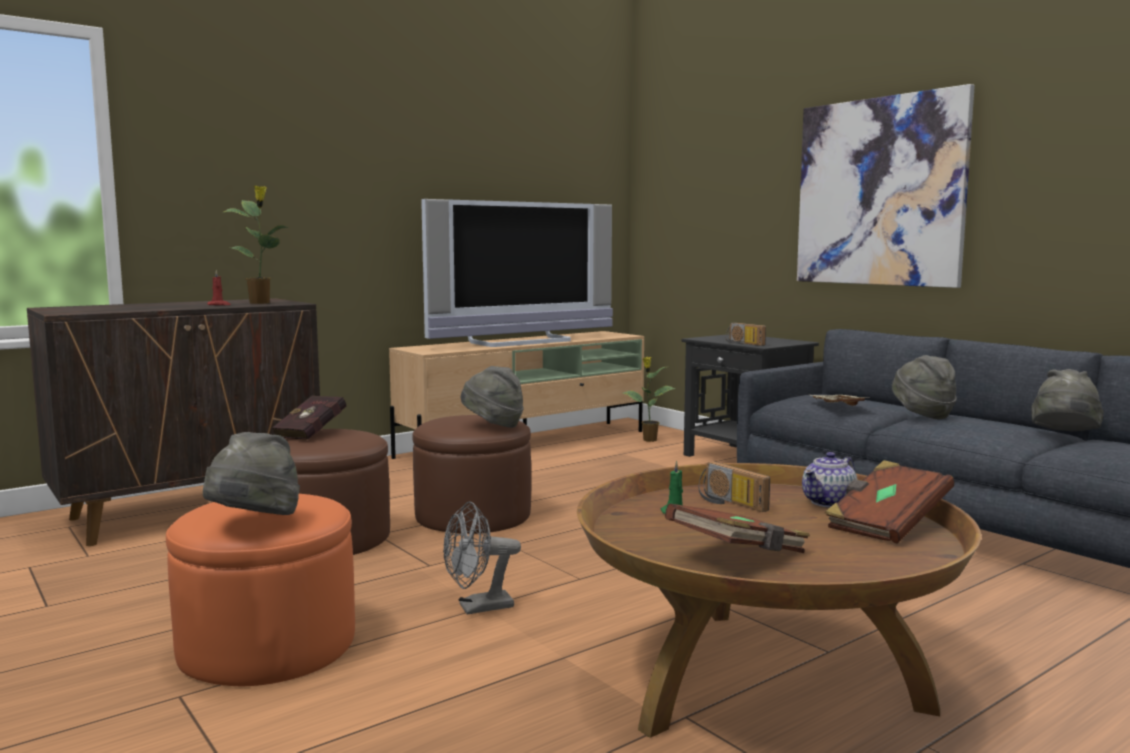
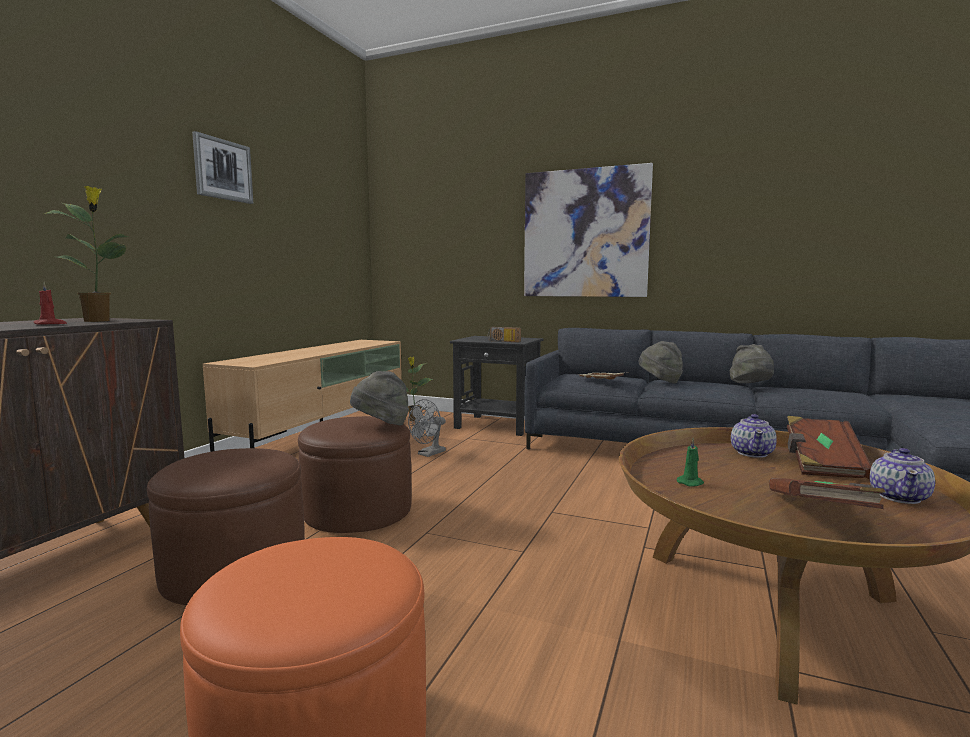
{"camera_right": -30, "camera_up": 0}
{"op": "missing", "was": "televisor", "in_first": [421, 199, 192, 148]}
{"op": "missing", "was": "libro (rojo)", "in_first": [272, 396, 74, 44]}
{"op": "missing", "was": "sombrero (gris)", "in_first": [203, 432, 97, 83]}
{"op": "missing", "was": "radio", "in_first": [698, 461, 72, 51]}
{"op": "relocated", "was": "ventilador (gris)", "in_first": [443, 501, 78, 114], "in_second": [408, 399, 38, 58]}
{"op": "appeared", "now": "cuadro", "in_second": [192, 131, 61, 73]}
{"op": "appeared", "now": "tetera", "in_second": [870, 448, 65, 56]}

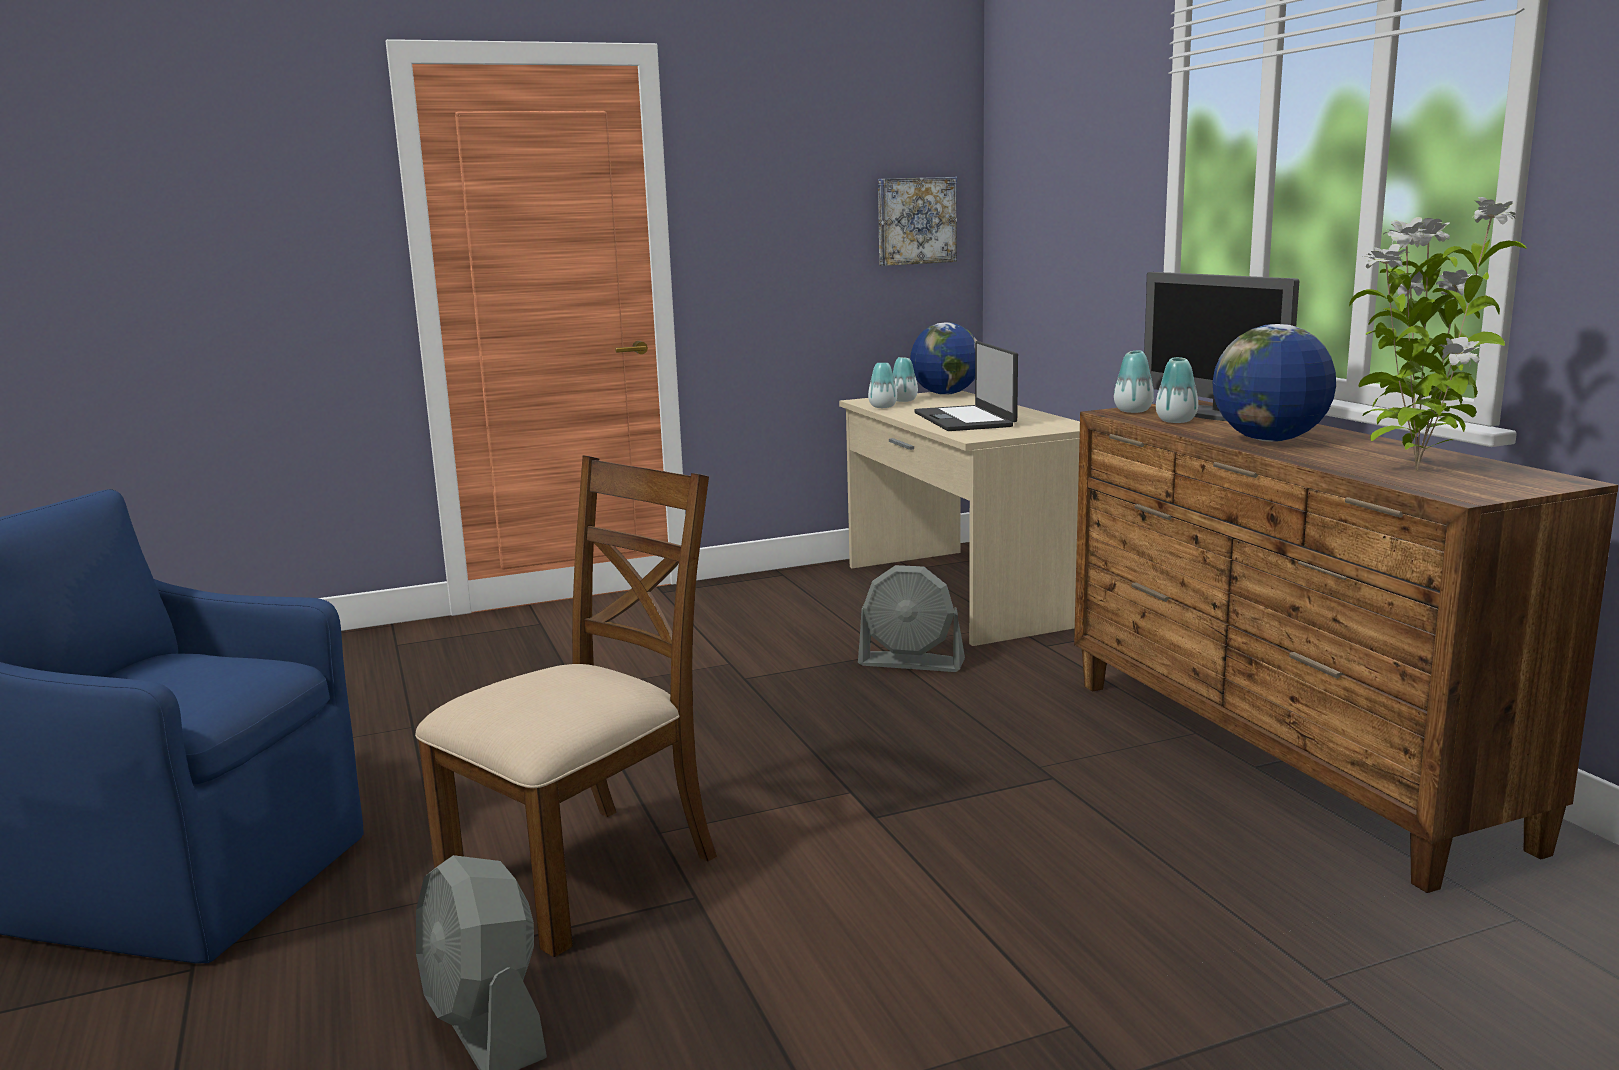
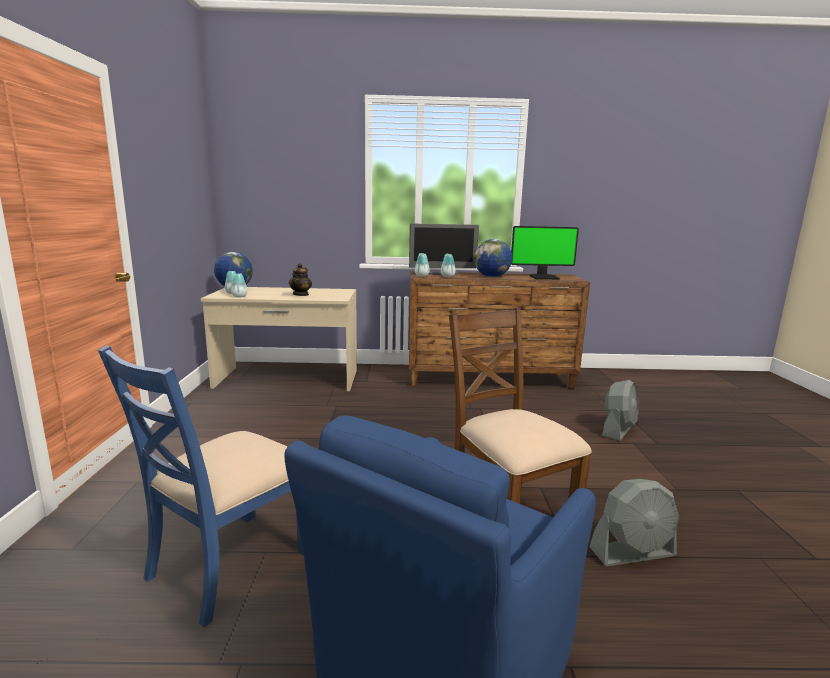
{"camera_right": -70, "camera_up": 0}
{"op": "missing", "was": "cuadro", "in_first": [878, 177, 79, 89]}
{"op": "exchanged", "was": "planta en maceta", "now": "monitor", "in_first": [1349, 197, 178, 273], "in_second": [511, 226, 68, 54]}
{"op": "exchanged", "was": "portátil", "now": "tetera", "in_first": [914, 341, 104, 90], "in_second": [289, 263, 23, 33]}
{"op": "relocated", "was": "ventilador (gris)", "in_first": [858, 565, 107, 107], "in_second": [602, 380, 37, 61]}
{"op": "appeared", "now": "silla (azul)", "in_second": [98, 345, 206, 282]}

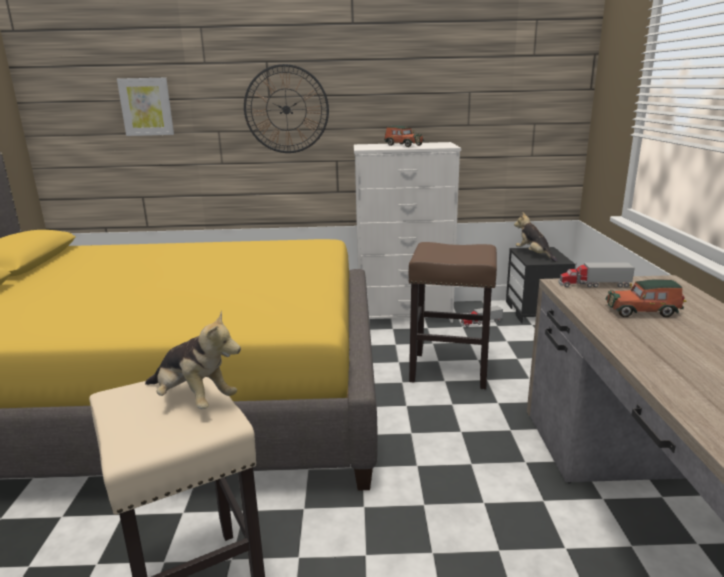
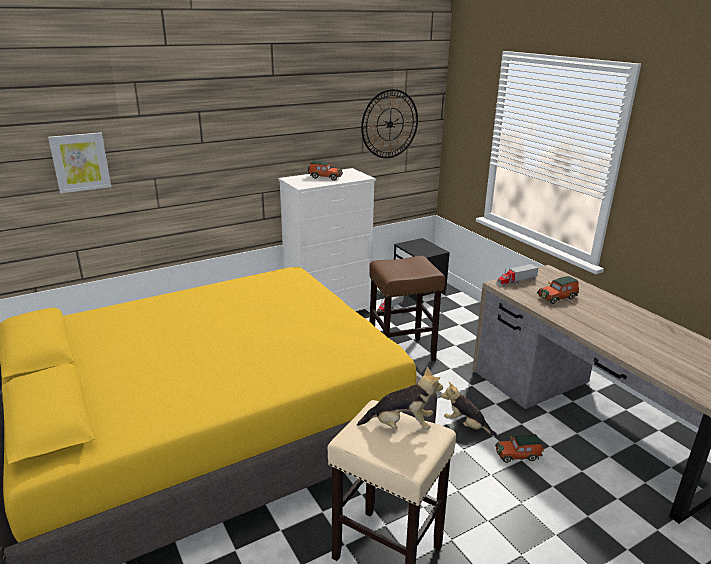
{"camera_right": -30, "camera_up": 5}
{"op": "relocated", "was": "reloj de pared", "in_first": [244, 64, 85, 89], "in_second": [361, 89, 57, 69]}
{"op": "relocated", "was": "peluche", "in_first": [514, 212, 44, 50], "in_second": [441, 382, 56, 54]}
{"op": "appeared", "now": "coche de juguete", "in_second": [495, 434, 49, 29]}

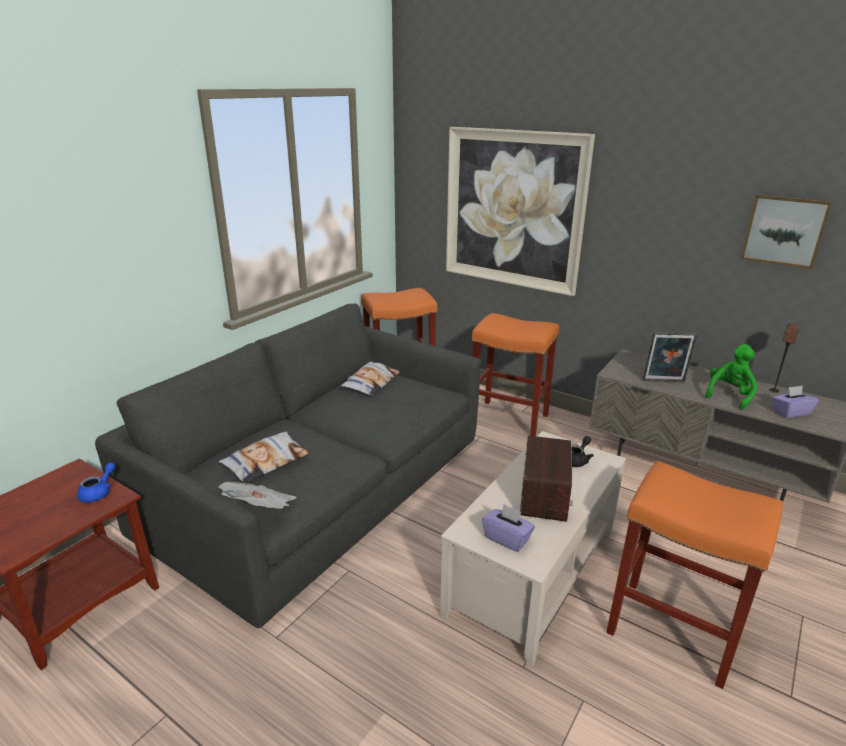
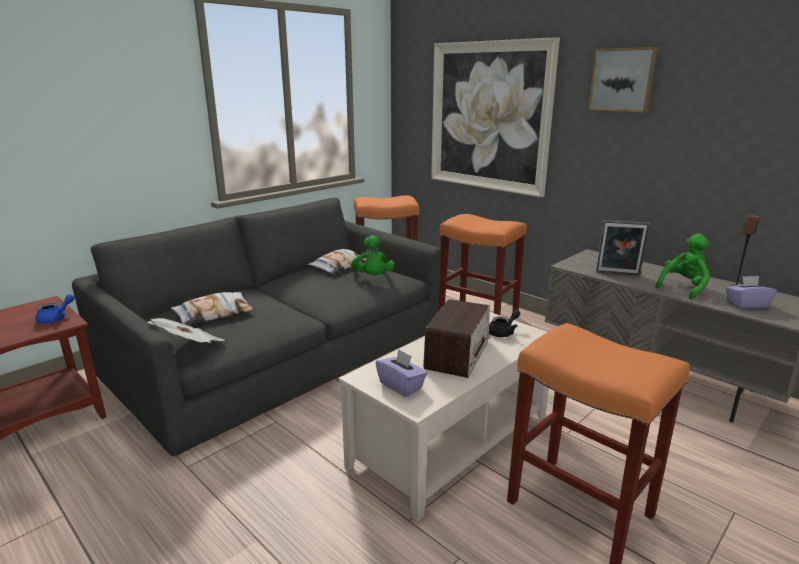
{"camera_right": 10, "camera_up": -5}
{"op": "relocated", "was": "cuadro", "in_first": [741, 194, 91, 75], "in_second": [588, 47, 70, 65]}
{"op": "appeared", "now": "peluche (verde)", "in_second": [351, 235, 44, 40]}

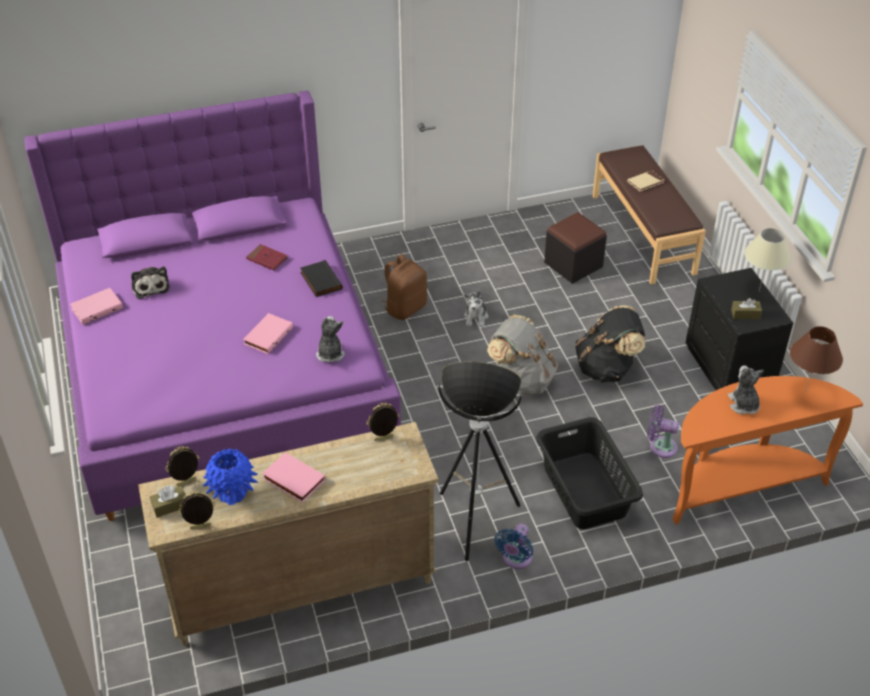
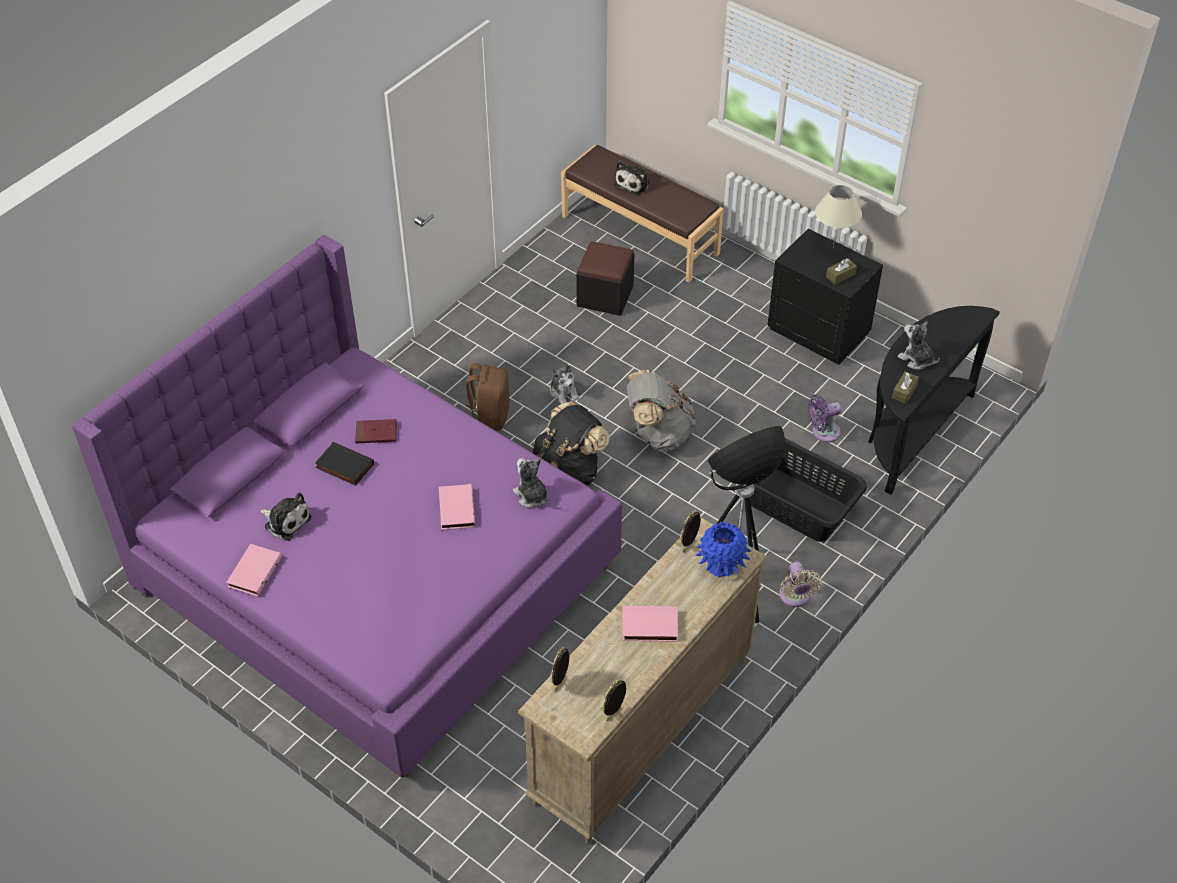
{"camera_right": -35, "camera_up": 5}
{"op": "exchanged", "was": "libro (beis)", "now": "peluche", "in_first": [627, 170, 37, 21], "in_second": [614, 161, 36, 34]}
{"op": "relocated", "was": "libro (negro)", "in_first": [300, 260, 43, 37], "in_second": [315, 442, 59, 44]}
{"op": "relocated", "was": "mochila (negro)", "in_first": [575, 305, 70, 78], "in_second": [533, 401, 77, 85]}
{"op": "missing", "was": "lámpara de mesa (marrón)", "in_first": [790, 326, 53, 67]}
{"op": "colour", "was": "mesa consola (naranja)", "now": "mesa consola (negro)", "in_first": [672, 376, 191, 148], "in_second": [868, 306, 132, 189]}
{"op": "relocated", "was": "florero (azul)", "in_first": [203, 448, 55, 57], "in_second": [694, 522, 57, 55]}
{"op": "relocated", "was": "caja de pañuelos (marrón)", "in_first": [150, 486, 36, 32], "in_second": [892, 372, 27, 32]}
{"op": "colour", "was": "ventilador (azul)", "now": "ventilador (beis)", "in_first": [494, 523, 39, 46], "in_second": [779, 562, 43, 45]}

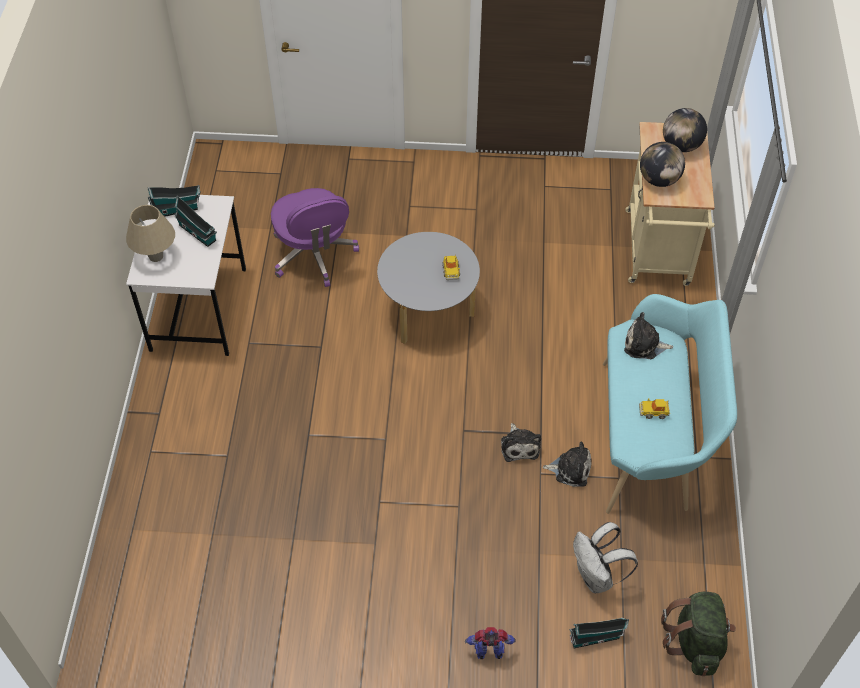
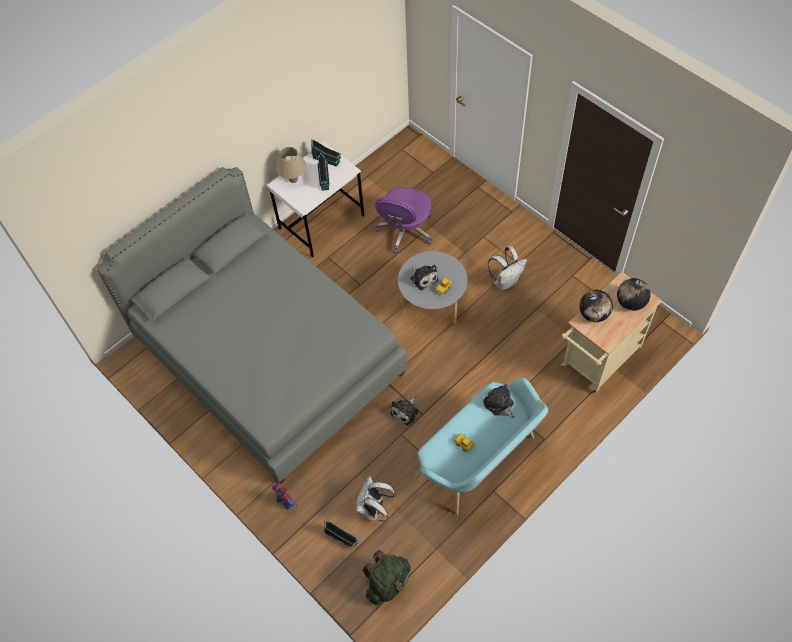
{"camera_right": 45, "camera_up": 5}
{"op": "relocated", "was": "peluche", "in_first": [543, 442, 49, 45], "in_second": [410, 265, 28, 25]}
{"op": "appeared", "now": "cama (gris)", "in_second": [96, 167, 311, 316]}
{"op": "appeared", "now": "mochila (blanco)", "in_second": [488, 246, 39, 44]}

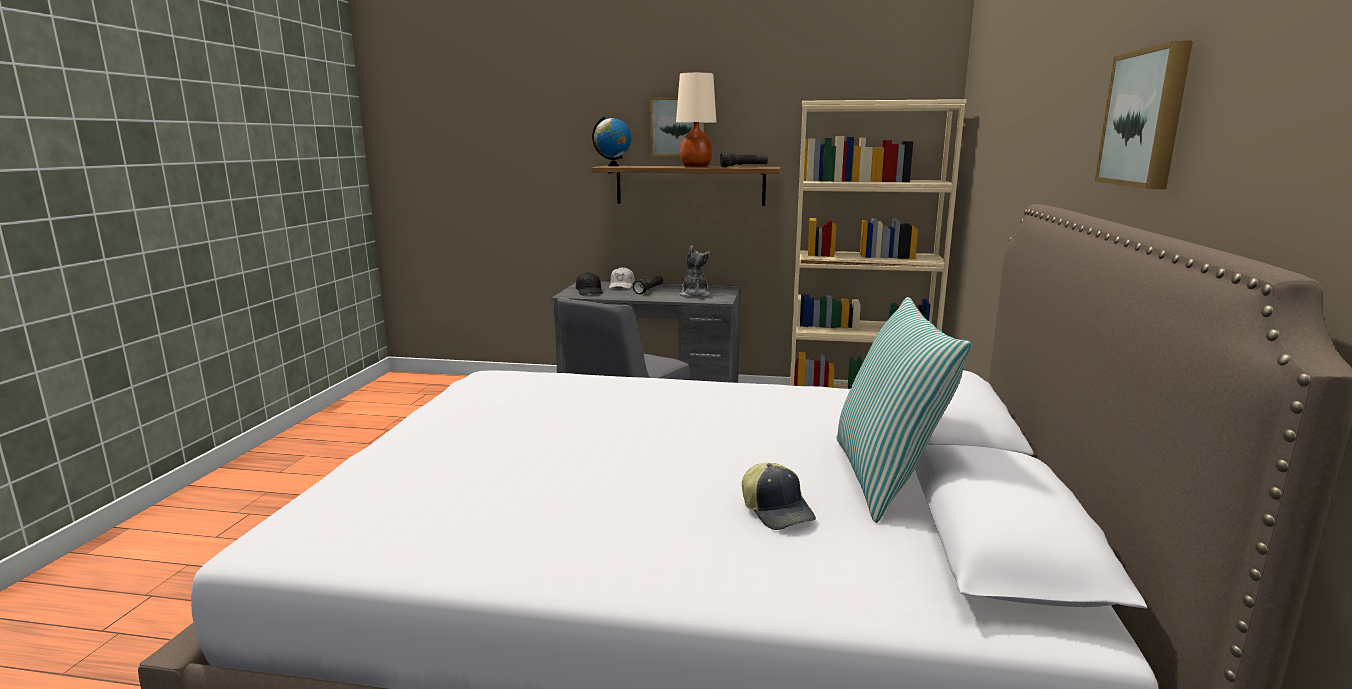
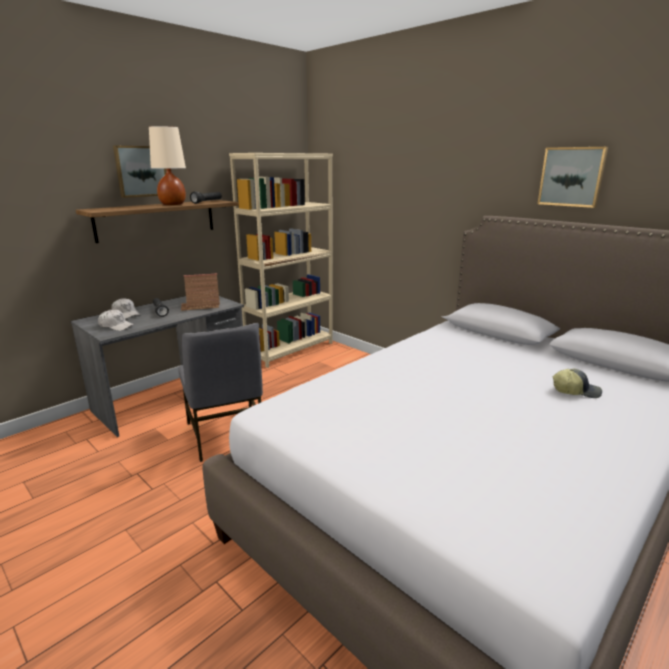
{"camera_right": -55, "camera_up": 5}
{"op": "missing", "was": "globo terráqueo", "in_first": [592, 117, 39, 49]}
{"op": "exchanged", "was": "peluche", "now": "casita", "in_first": [680, 245, 30, 52], "in_second": [181, 273, 39, 38]}
{"op": "colour", "was": "gorra (negro)", "now": "gorra (blanco)", "in_first": [576, 272, 27, 23], "in_second": [98, 310, 36, 21]}
{"op": "missing", "was": "cojín", "in_first": [836, 297, 135, 226]}

